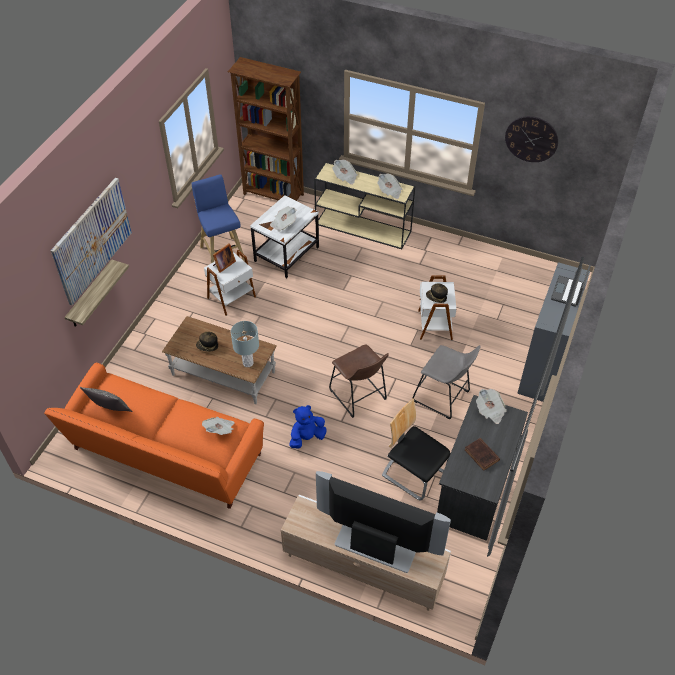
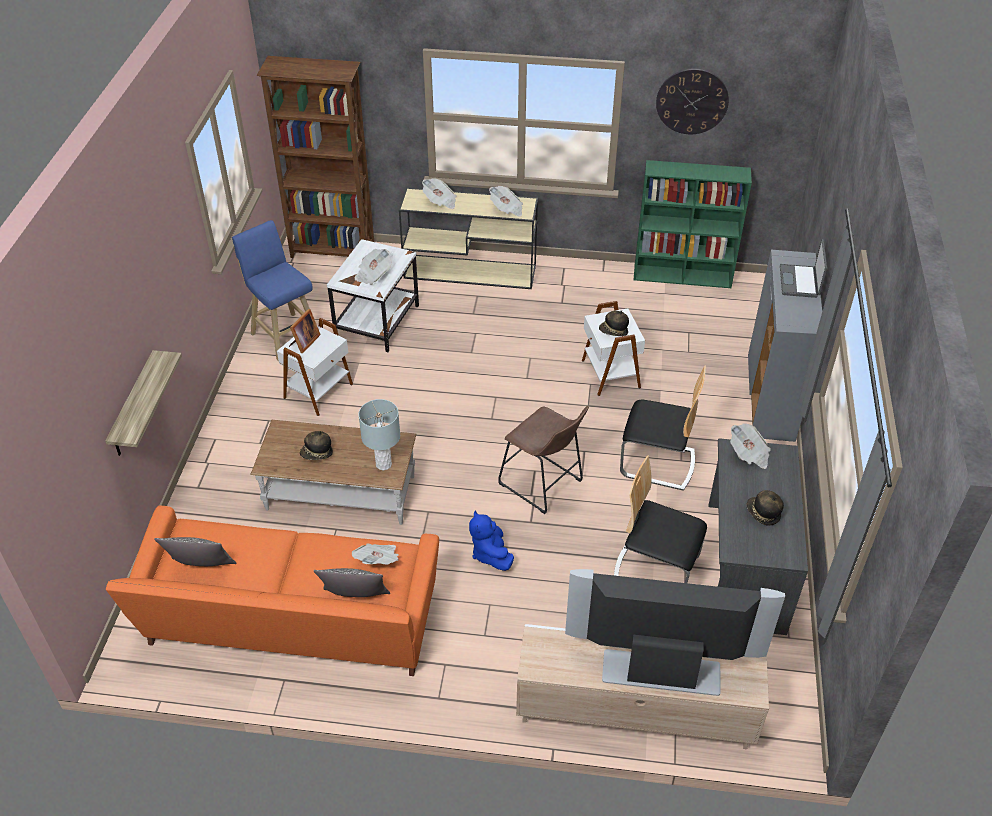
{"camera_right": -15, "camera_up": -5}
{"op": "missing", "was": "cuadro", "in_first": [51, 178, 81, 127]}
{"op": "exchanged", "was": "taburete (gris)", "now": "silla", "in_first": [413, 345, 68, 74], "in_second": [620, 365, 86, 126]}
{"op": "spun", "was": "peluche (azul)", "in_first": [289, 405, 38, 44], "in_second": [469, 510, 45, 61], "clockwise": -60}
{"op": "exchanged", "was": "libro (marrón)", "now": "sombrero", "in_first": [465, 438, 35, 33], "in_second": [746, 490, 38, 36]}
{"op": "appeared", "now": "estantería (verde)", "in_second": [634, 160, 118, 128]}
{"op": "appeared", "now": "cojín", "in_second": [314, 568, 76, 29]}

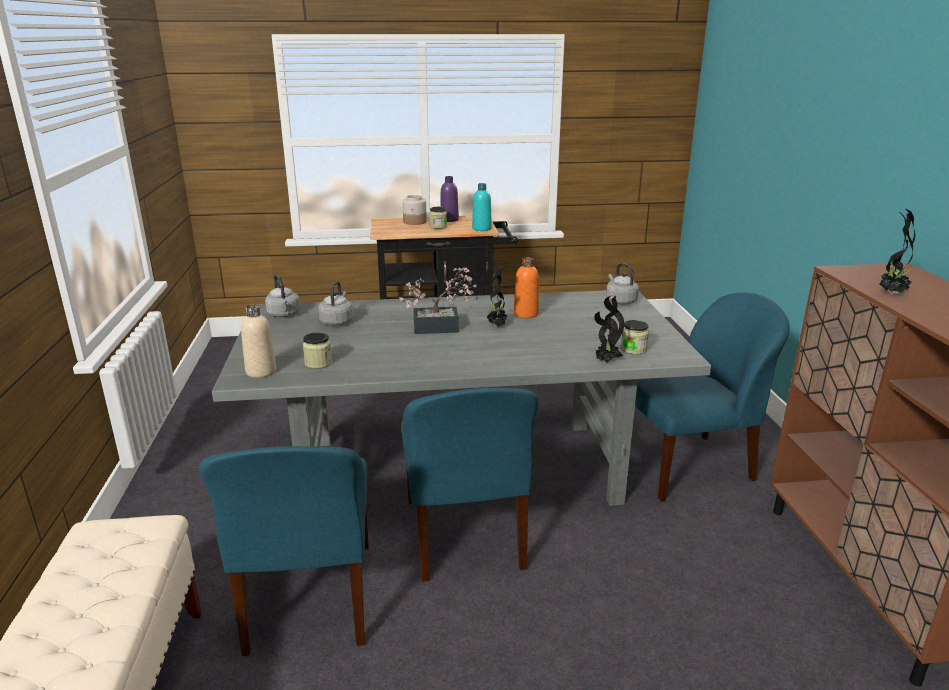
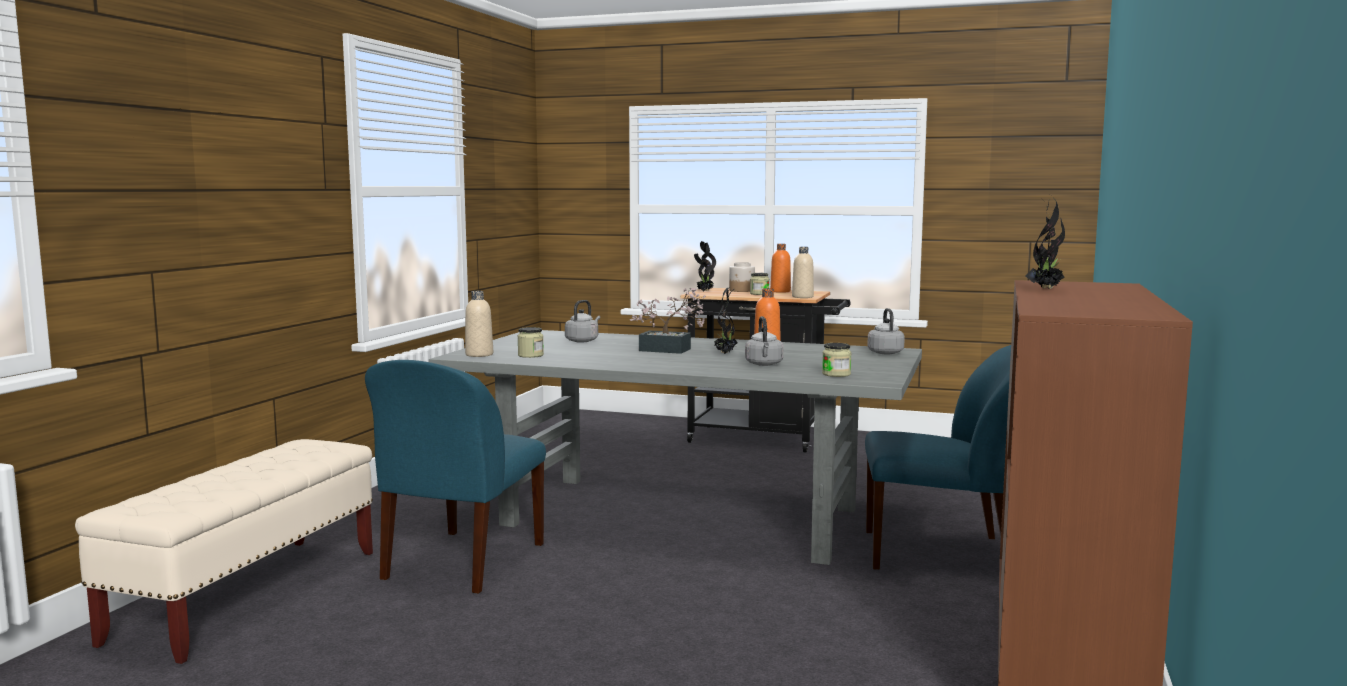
{"camera_right": 25, "camera_up": -15}
{"op": "colour", "was": "botella (morado)", "now": "botella (naranja)", "in_first": [440, 176, 19, 46], "in_second": [770, 244, 21, 49]}
{"op": "colour", "was": "botella (turquesa)", "now": "botella (beis)", "in_first": [472, 183, 20, 48], "in_second": [792, 247, 22, 51]}
{"op": "relocated", "was": "hervidor (gris)", "in_first": [265, 274, 35, 43], "in_second": [745, 316, 38, 50]}
{"op": "relocated", "was": "planta en maceta", "in_first": [595, 296, 29, 67], "in_second": [694, 241, 22, 50]}
{"op": "missing", "was": "silla (azul)", "in_first": [401, 388, 138, 194]}

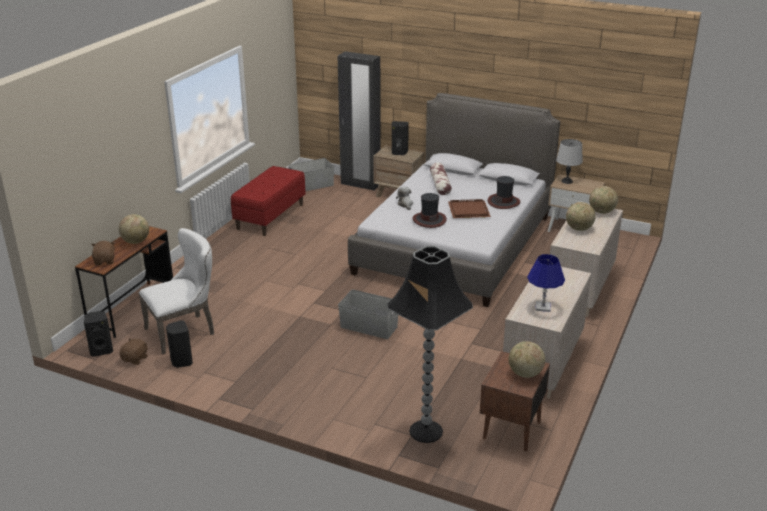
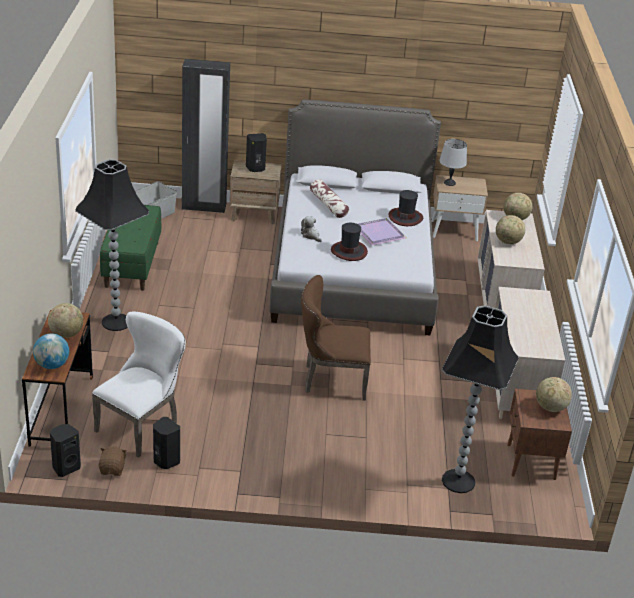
{"camera_right": -25, "camera_up": 5}
{"op": "colour", "was": "banco (rojo)", "now": "banco (verde)", "in_first": [231, 166, 75, 70], "in_second": [100, 205, 61, 86]}
{"op": "colour", "was": "bandeja (marrón)", "now": "bandeja (morado)", "in_first": [448, 199, 43, 19], "in_second": [358, 218, 48, 27]}
{"op": "exchanged", "was": "peluche (marrón)", "now": "globo terráqueo", "in_first": [91, 241, 24, 24], "in_second": [33, 333, 36, 36]}
{"op": "missing", "was": "lámpara de mesa (azul)", "in_first": [527, 254, 38, 58]}
{"op": "exchanged", "was": "caja de almacenaje (gris)", "now": "silla (marrón)", "in_first": [338, 289, 60, 50], "in_second": [301, 275, 70, 126]}
{"op": "appeared", "now": "lámpara de pie (negro)", "in_second": [75, 159, 74, 172]}

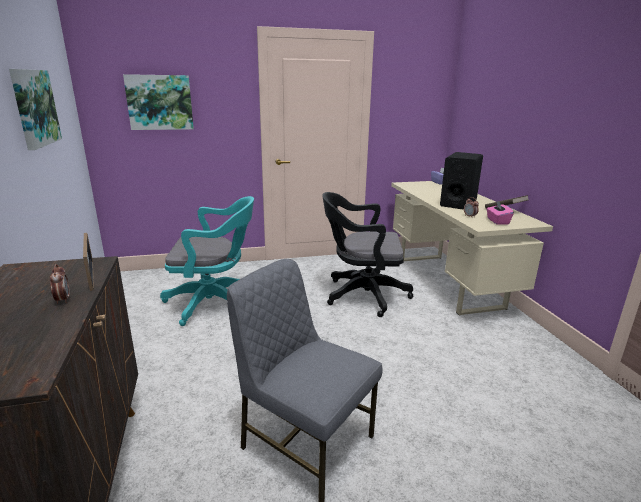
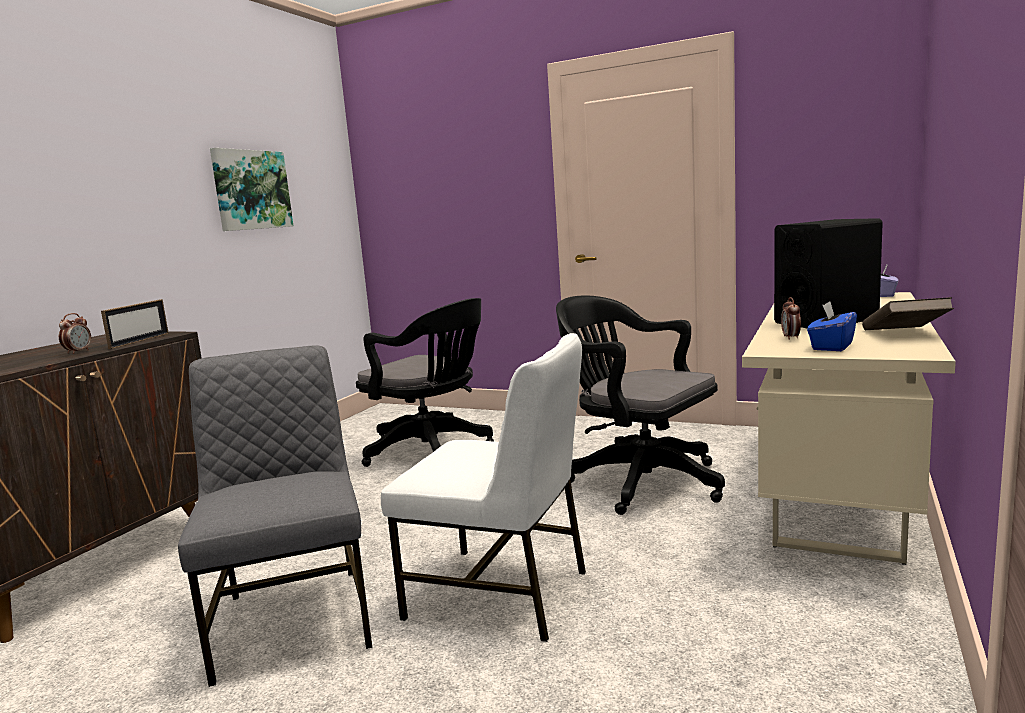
{"camera_right": 40, "camera_up": -10}
{"op": "missing", "was": "cuadro", "in_first": [123, 74, 71, 56]}
{"op": "colour", "was": "silla de oficina (turquesa)", "now": "silla de oficina (negro)", "in_first": [160, 196, 94, 130], "in_second": [356, 298, 138, 169]}
{"op": "colour", "was": "caja de pañuelos (rosa)", "now": "caja de pañuelos (azul)", "in_first": [487, 200, 27, 25], "in_second": [807, 301, 50, 50]}
{"op": "appeared", "now": "silla (blanco)", "in_second": [381, 333, 205, 309]}

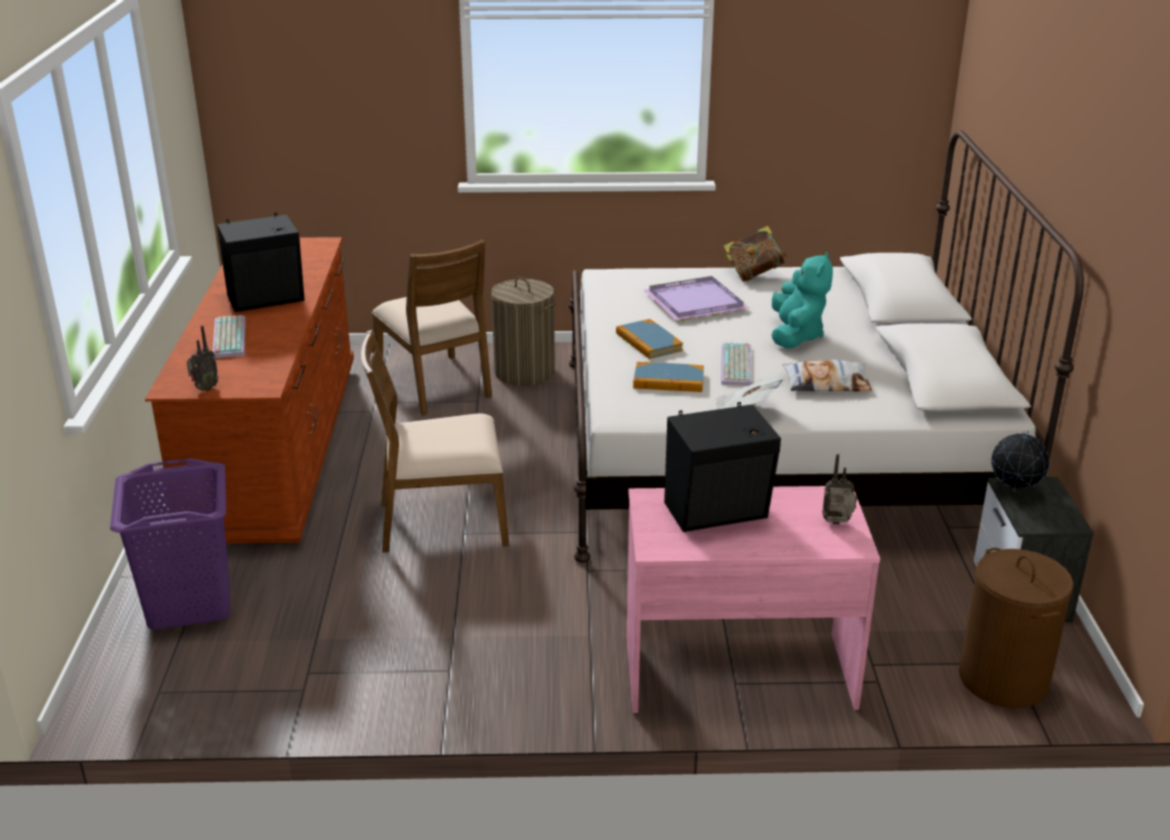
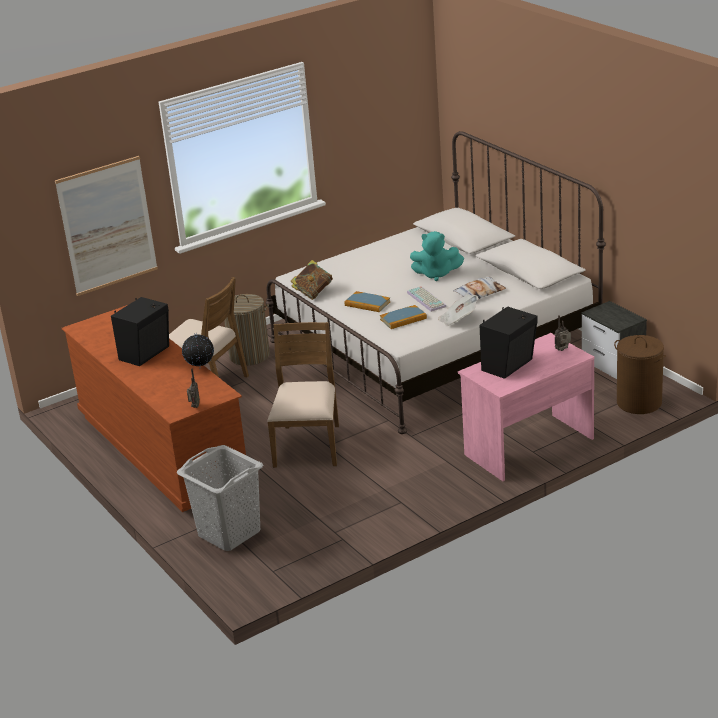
{"camera_right": -30, "camera_up": 0}
{"op": "relocated", "was": "libro", "in_first": [724, 226, 64, 56], "in_second": [291, 260, 42, 40]}
{"op": "spun", "was": "peluche (turquesa)", "in_first": [771, 252, 62, 96], "in_second": [410, 231, 54, 50], "clockwise": 120}
{"op": "missing", "was": "bandeja (morado)", "in_first": [644, 276, 105, 45]}
{"op": "missing", "was": "teclado", "in_first": [213, 315, 33, 43]}
{"op": "spun", "was": "silla (marrón)", "in_first": [361, 330, 148, 222], "in_second": [267, 322, 72, 146], "clockwise": 135}
{"op": "relocated", "was": "globo terráqueo", "in_first": [991, 431, 59, 60], "in_second": [182, 333, 32, 35]}
{"op": "colour", "was": "cesto de la ropa (morado)", "now": "cesto de la ropa (gris)", "in_first": [110, 458, 120, 172], "in_second": [177, 445, 86, 106]}
{"op": "appeared", "now": "cuadro", "in_second": [55, 156, 103, 140]}

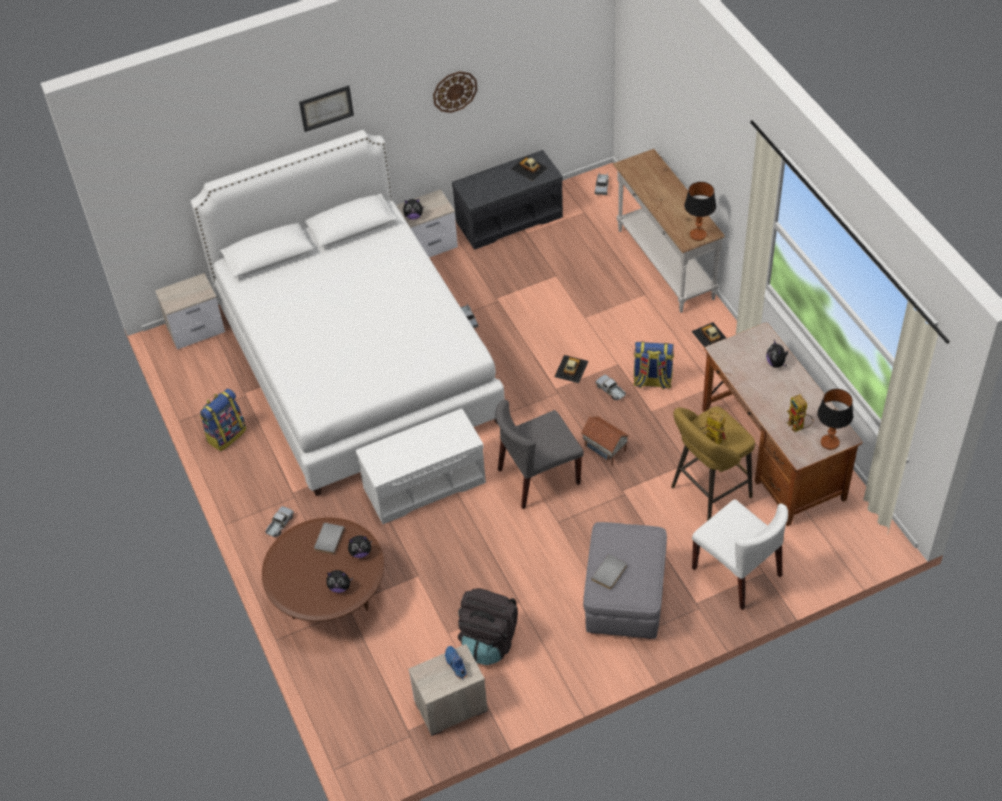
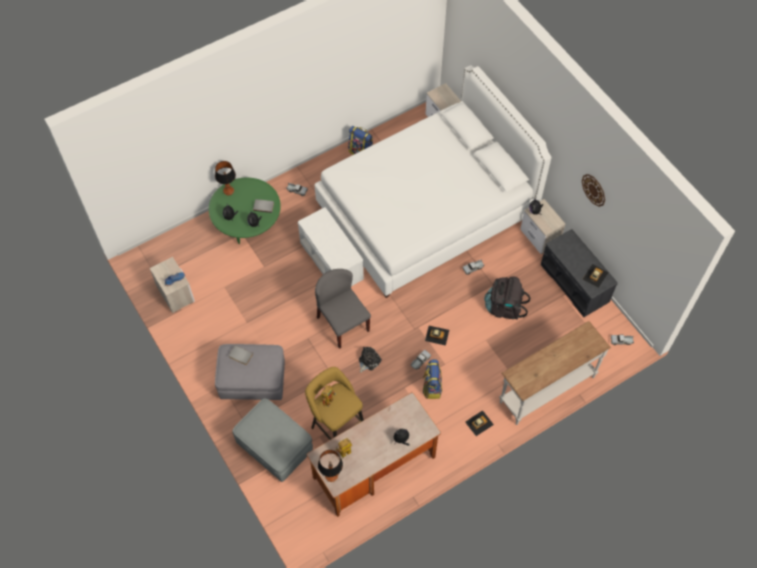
{"camera_right": 80, "camera_up": 10}
{"op": "missing", "was": "cuadro", "in_first": [299, 85, 55, 47]}
{"op": "relocated", "was": "lámpara de mesa", "in_first": [684, 182, 32, 59], "in_second": [215, 161, 21, 34]}
{"op": "exchanged", "was": "casita", "now": "peluche", "in_first": [581, 416, 49, 50], "in_second": [359, 347, 23, 26]}
{"op": "exchanged", "was": "silla (blanco)", "now": "puf (gris)", "in_first": [692, 499, 96, 111], "in_second": [232, 398, 81, 84]}
{"op": "colour", "was": "mesa de centro (marrón)", "now": "mesa de centro (verde)", "in_first": [262, 518, 122, 104], "in_second": [209, 177, 72, 67]}
{"op": "relocated", "was": "mochila (negro)", "in_first": [458, 588, 60, 77], "in_second": [484, 276, 46, 44]}

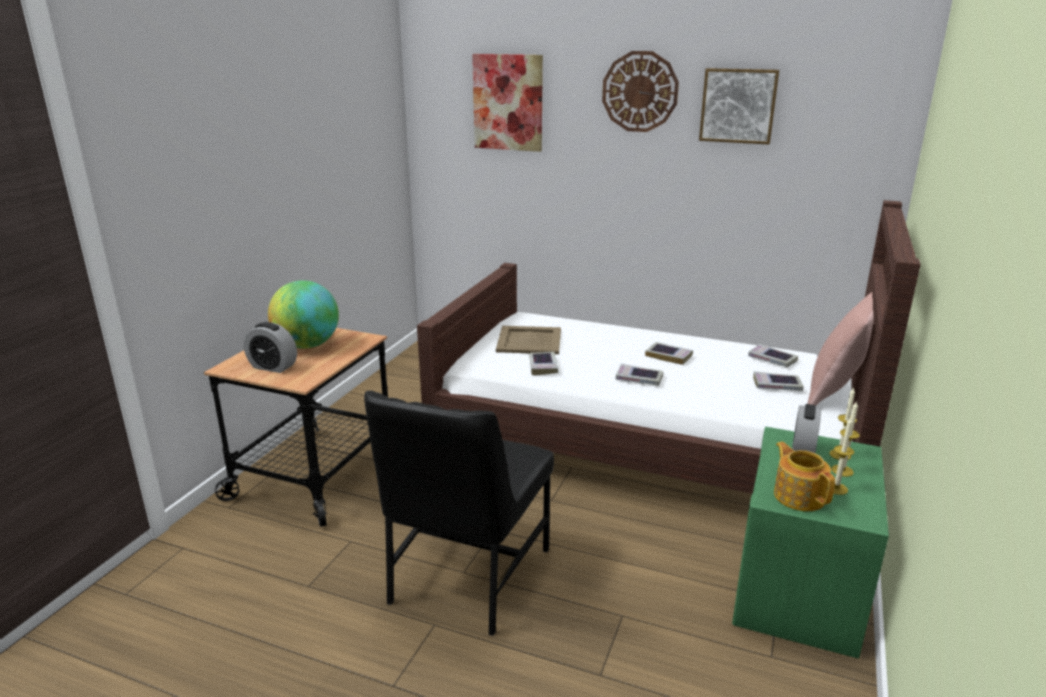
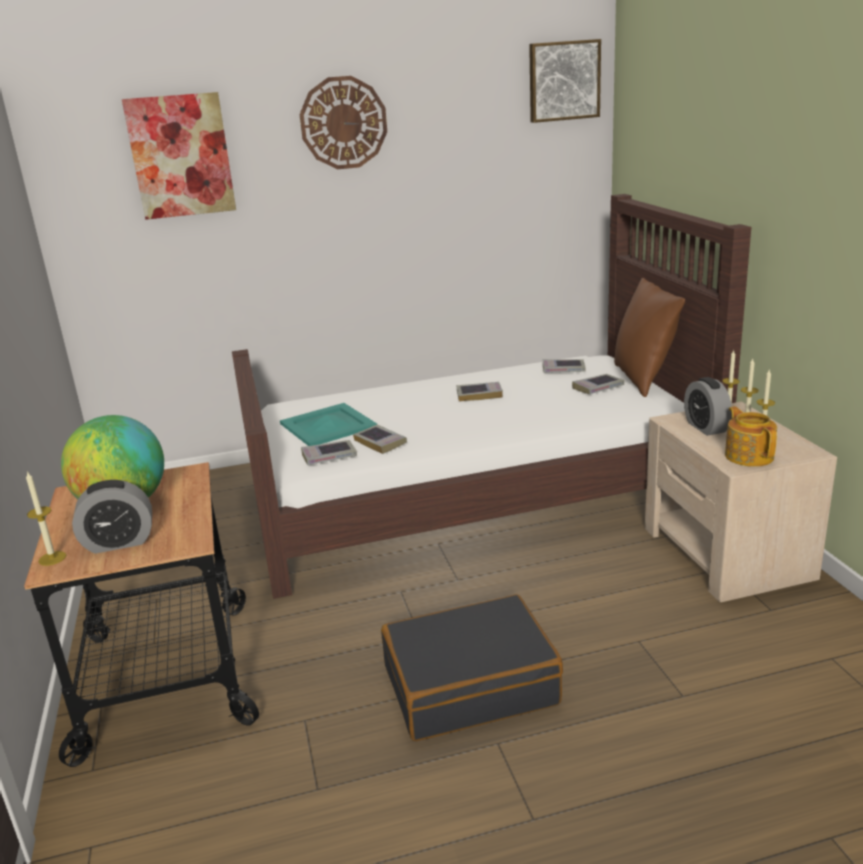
{"camera_right": -35, "camera_up": 0}
{"op": "relocated", "was": "cuadro", "in_first": [699, 68, 81, 77], "in_second": [529, 39, 72, 84]}
{"op": "colour", "was": "cojín (rosa)", "now": "cojín (marrón)", "in_first": [808, 292, 66, 114], "in_second": [614, 278, 71, 119]}
{"op": "colour", "was": "bandeja (beis)", "now": "bandeja (turquesa)", "in_first": [496, 326, 65, 28], "in_second": [280, 403, 97, 43]}
{"op": "relocated", "was": "libro", "in_first": [616, 364, 47, 22], "in_second": [301, 440, 56, 25]}
{"op": "exchanged", "was": "silla (negro)", "now": "maleta (negro)", "in_first": [364, 391, 190, 245], "in_second": [381, 594, 182, 147]}
{"op": "colour", "was": "mesita de noche (verde)", "now": "mesita de noche (beis)", "in_first": [732, 427, 157, 232], "in_second": [645, 402, 192, 200]}
{"op": "spun", "was": "tetera", "in_first": [774, 442, 61, 69], "in_second": [725, 406, 52, 61], "clockwise": 45}
{"op": "appeared", "now": "vela", "in_second": [26, 471, 40, 95]}

